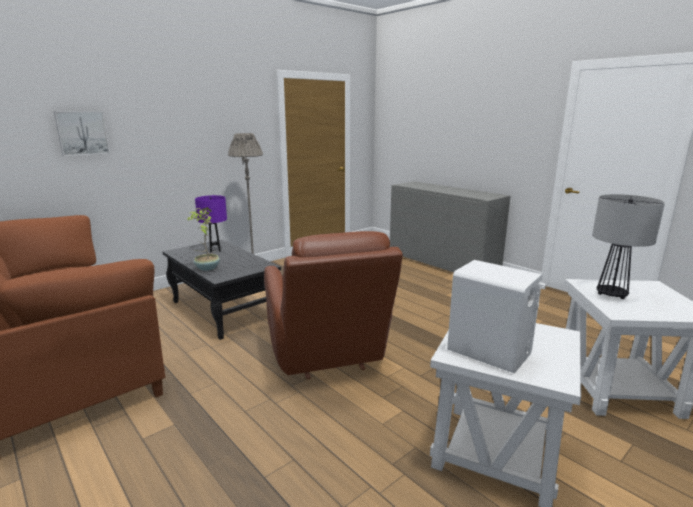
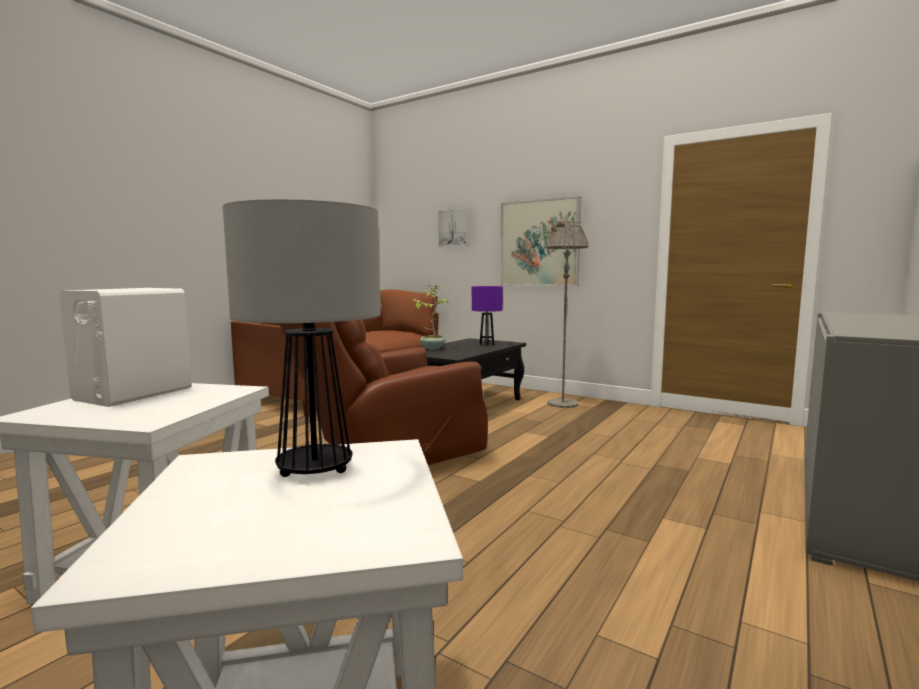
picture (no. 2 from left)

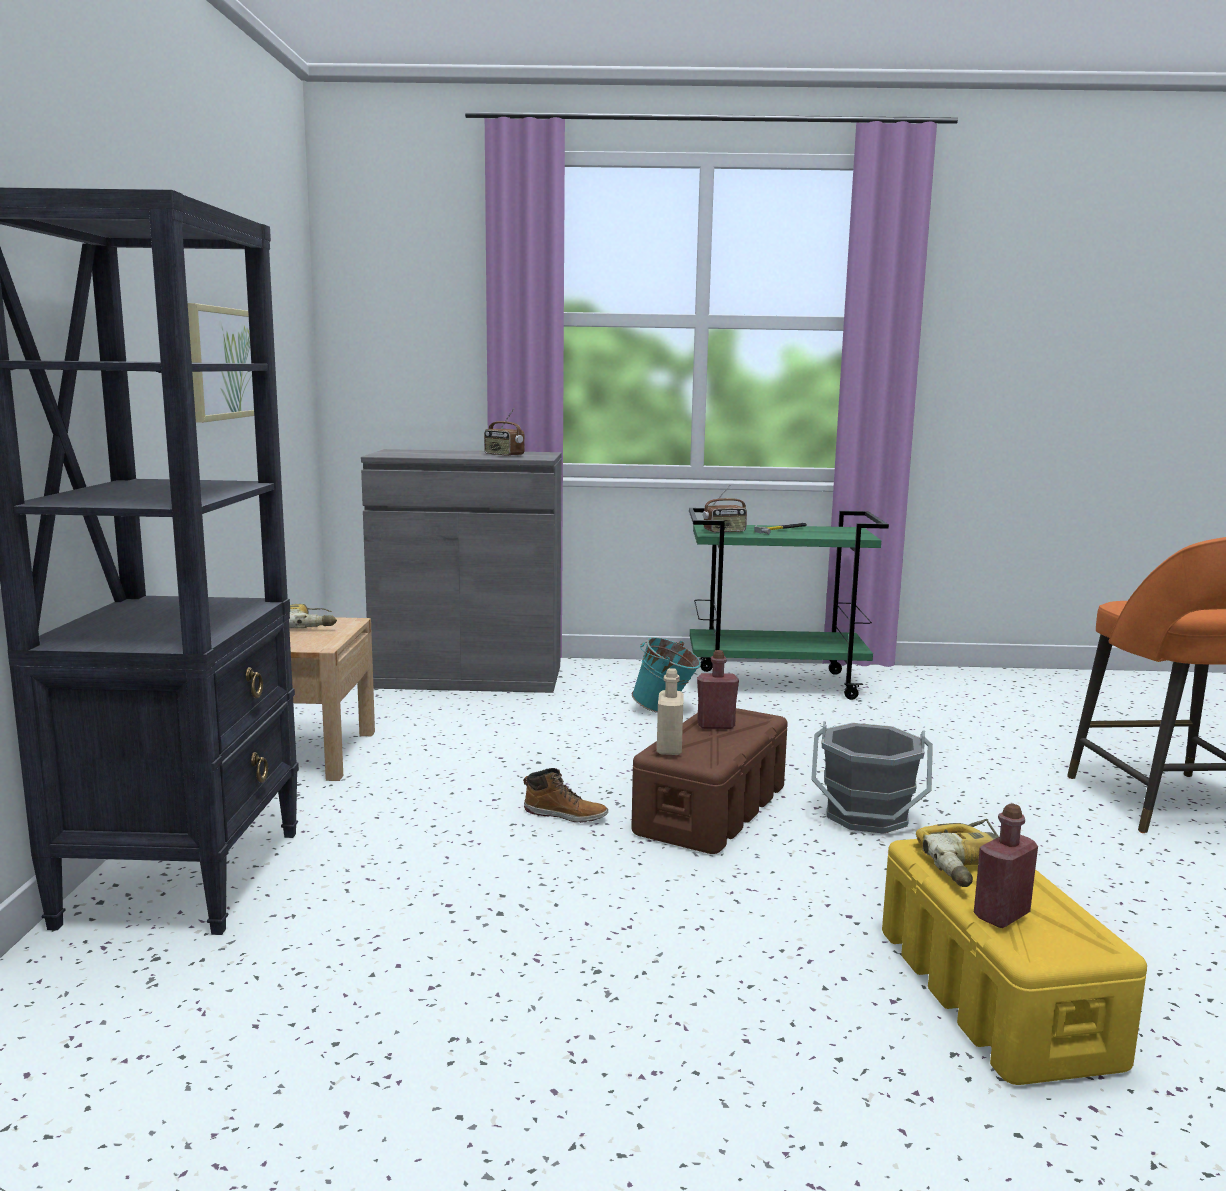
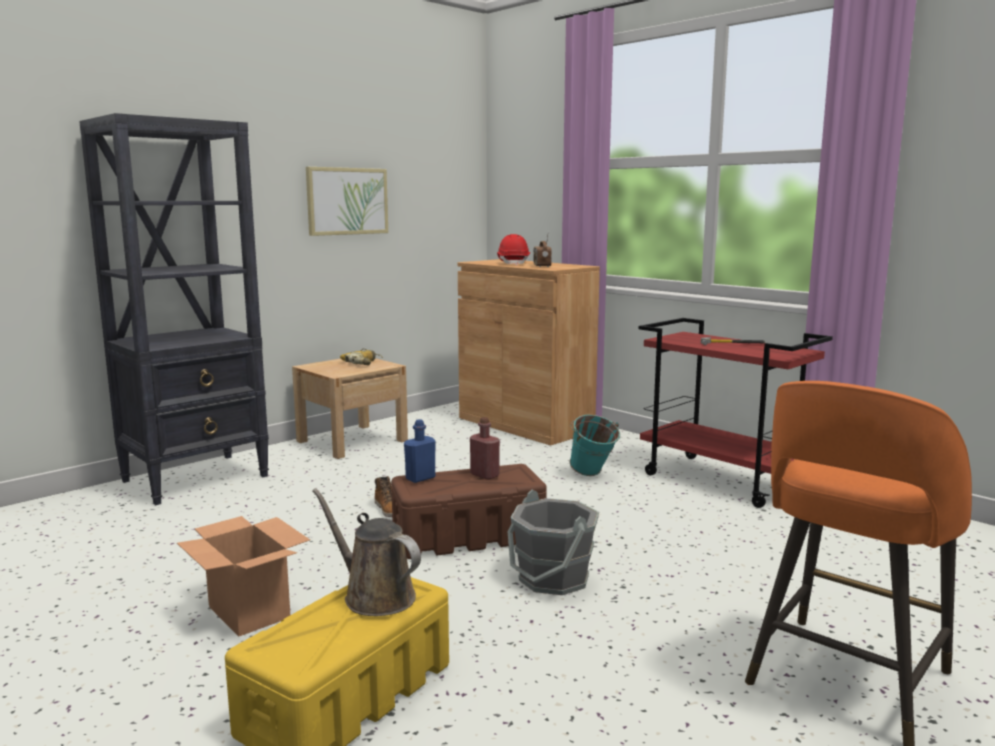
brown cabinet; radio (no. 2 from left in the first image); red cart; blue bottle; red bottle (no. 2 from left in the first image); brown watering can; red hard hat; cardboard box

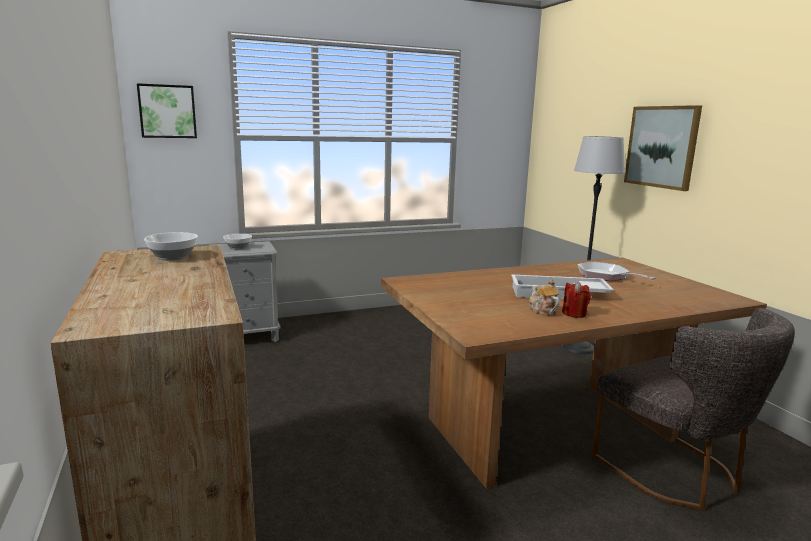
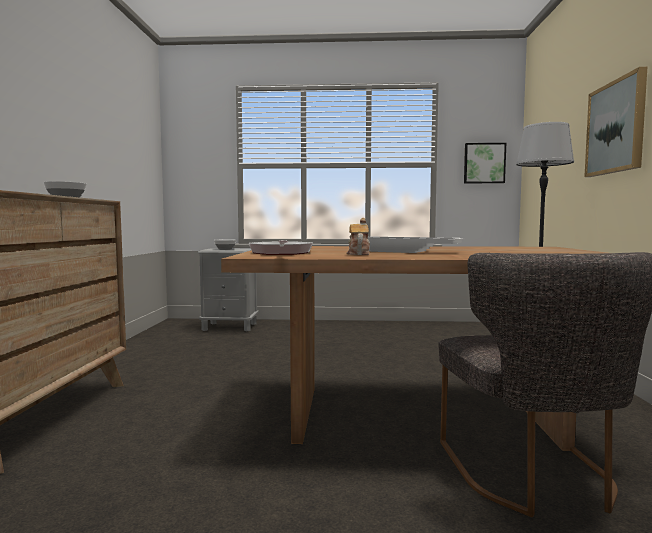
picture (no. 1 from left); frying pan; red candle

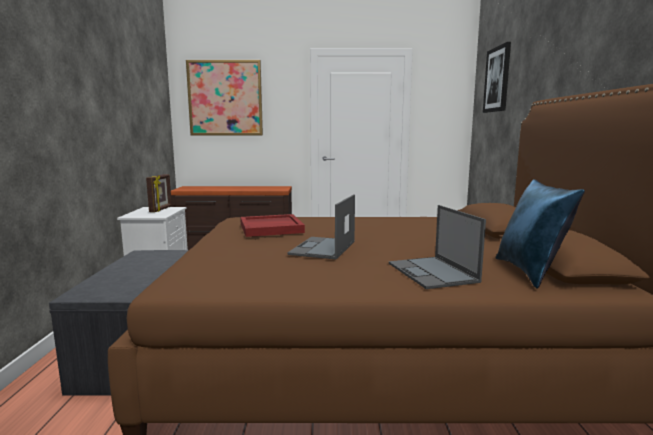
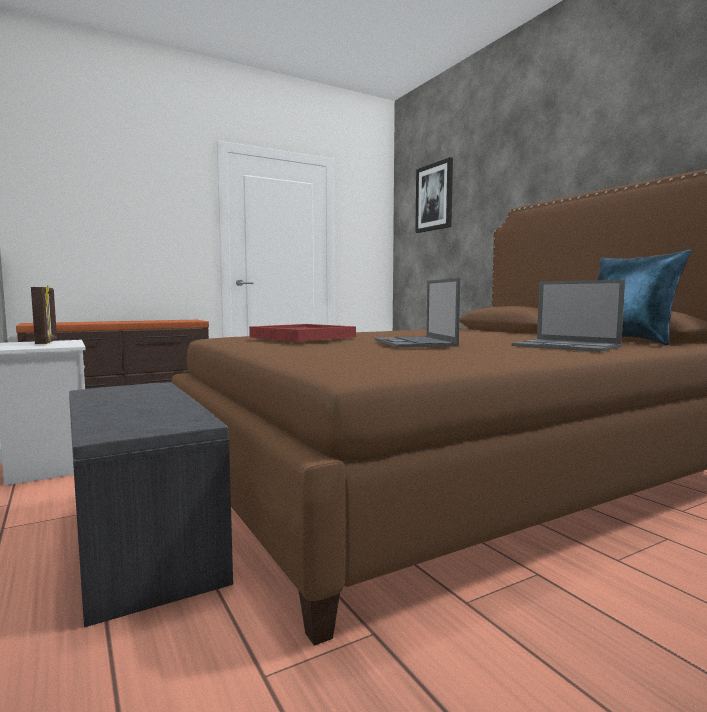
picture (no. 1 from left in the first image)

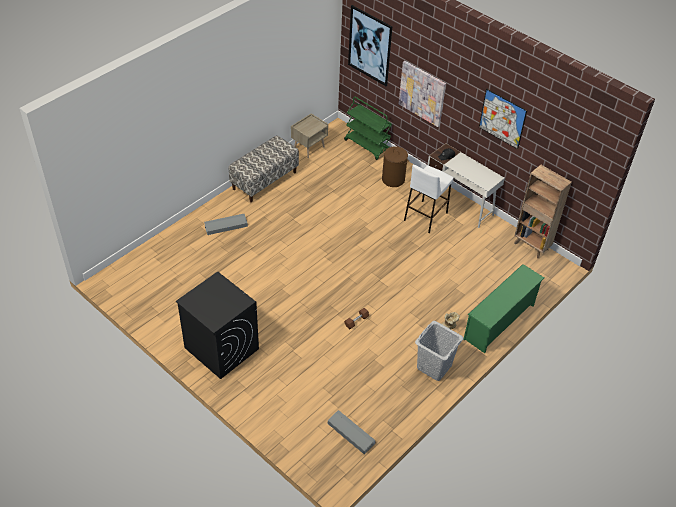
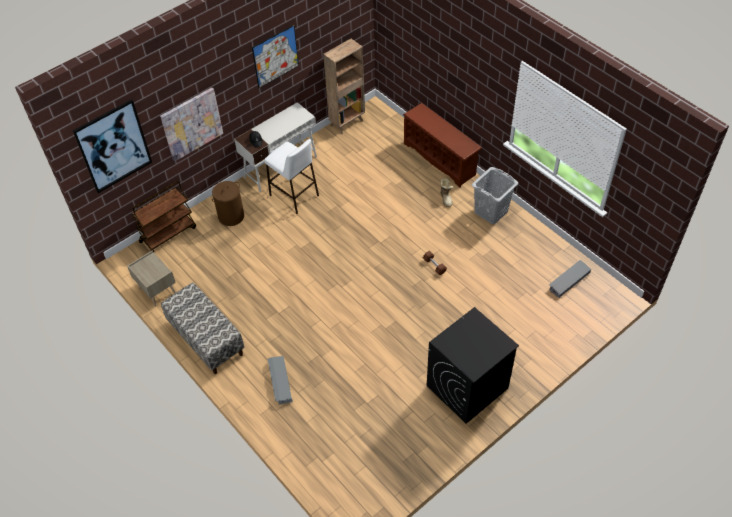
brown cart; brown shoe rack

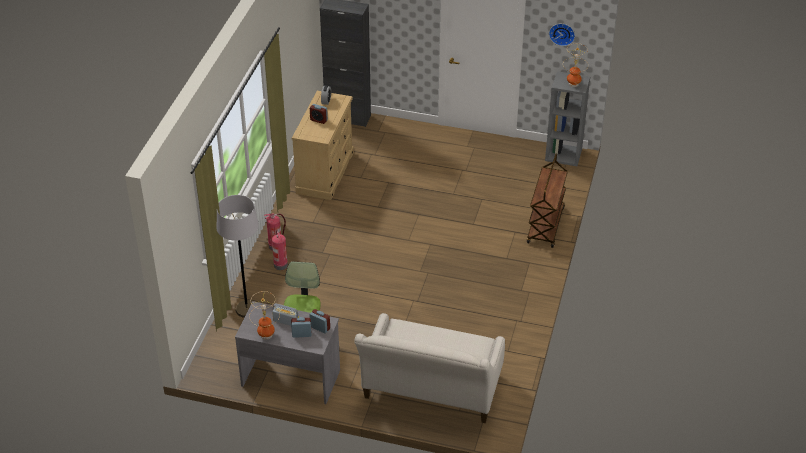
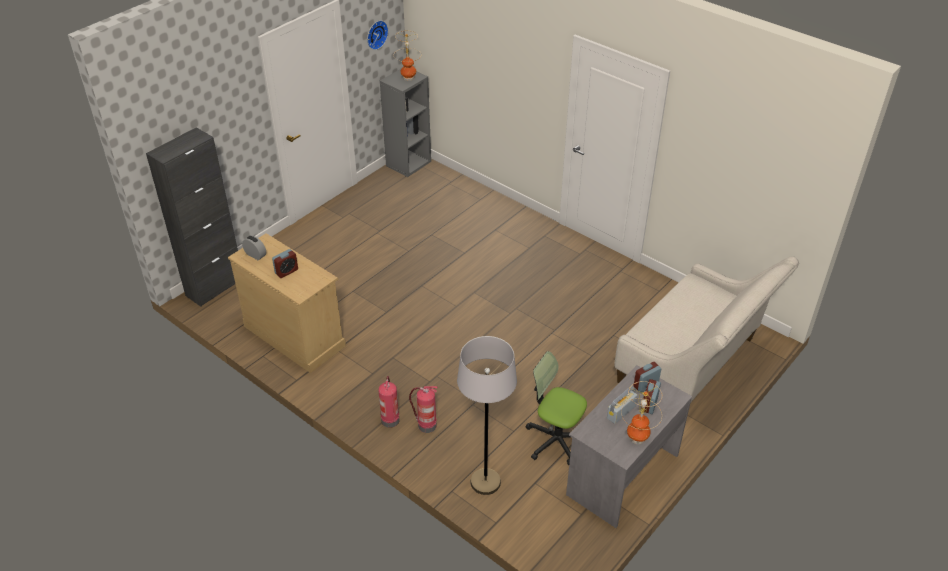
brown cart

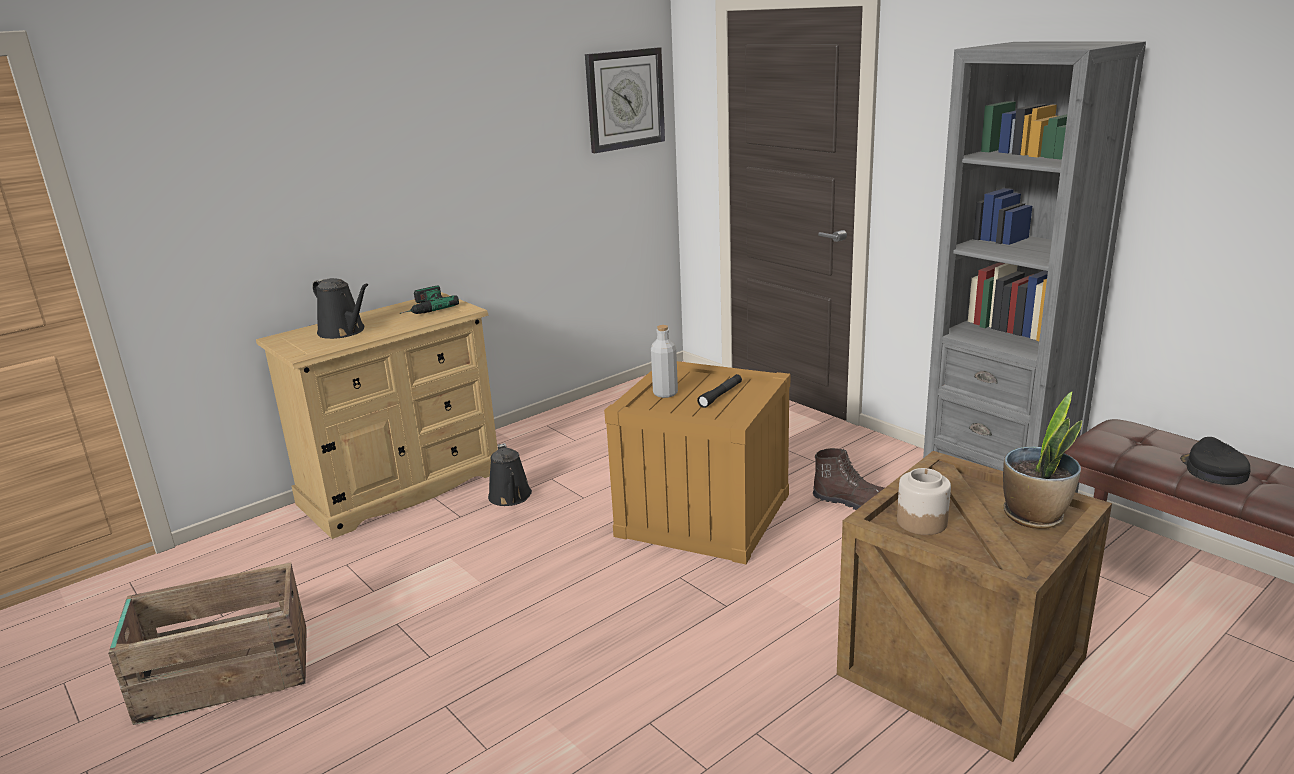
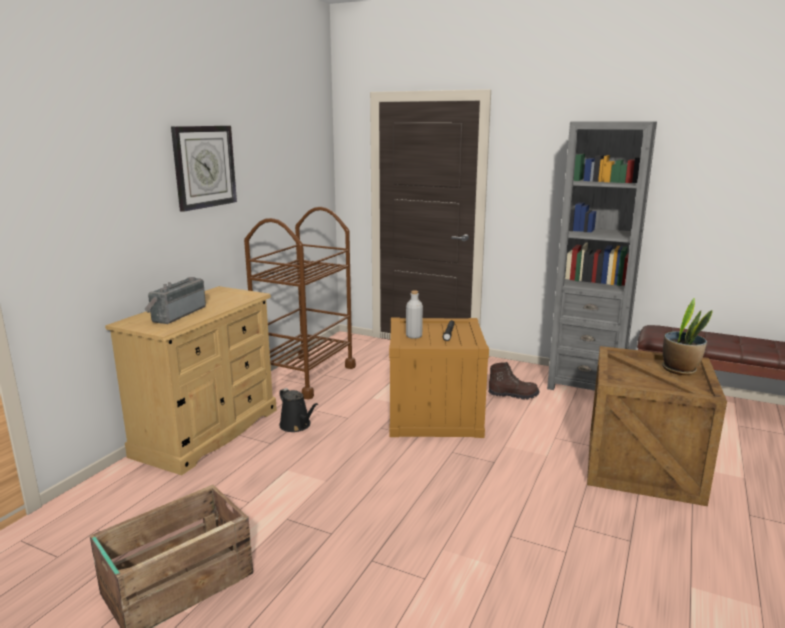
wall clock; radio; power drill; black cap; jar; brown cart

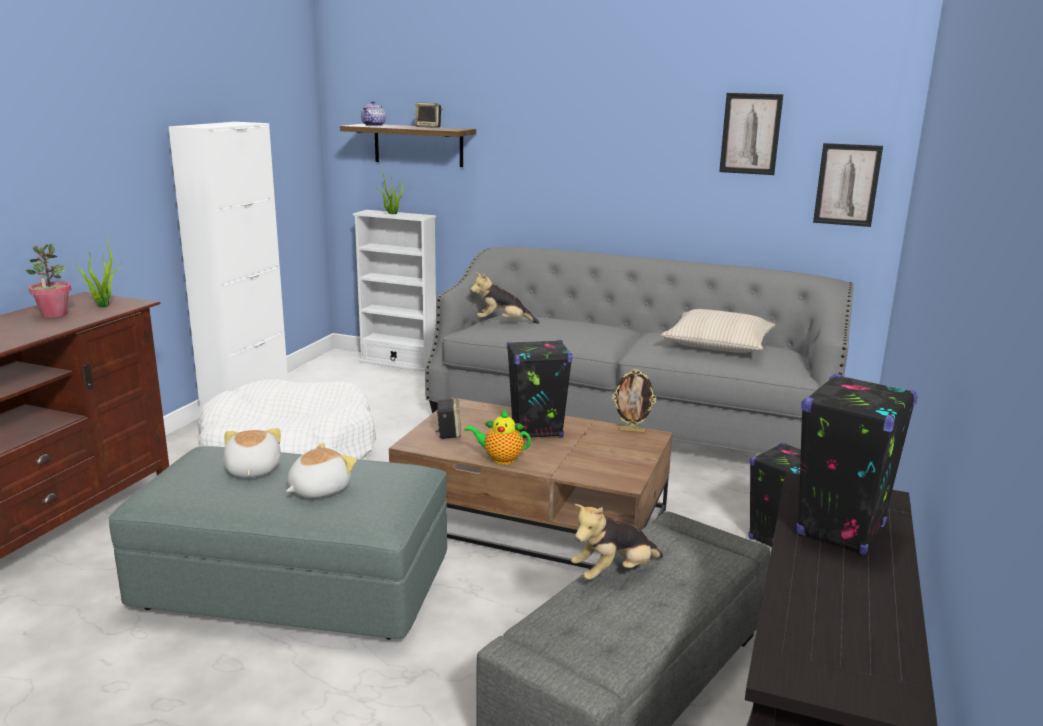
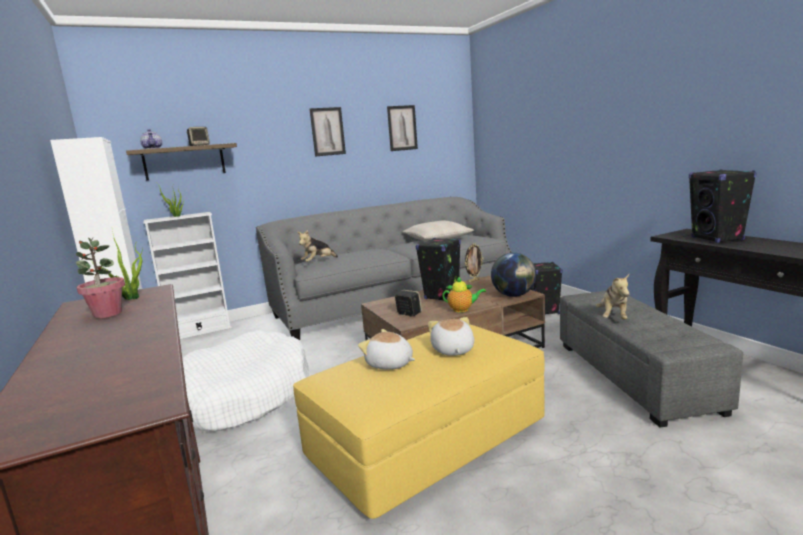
picture (no. 1 from left); teapot (no. 2 from left); yellow ottoman; globe

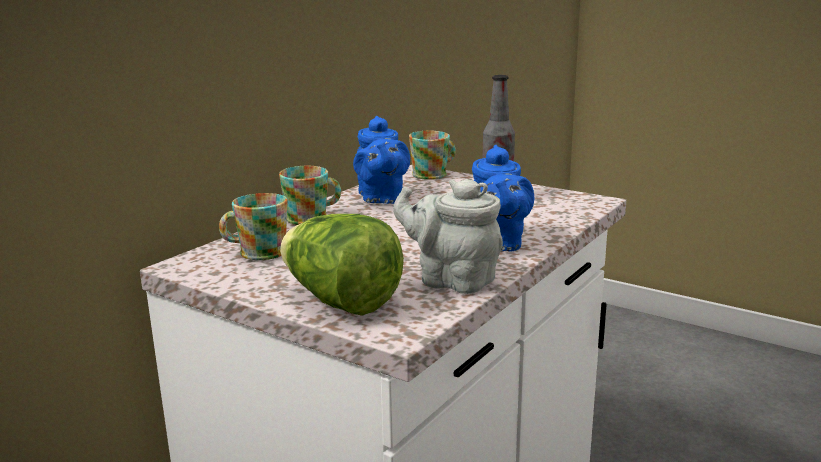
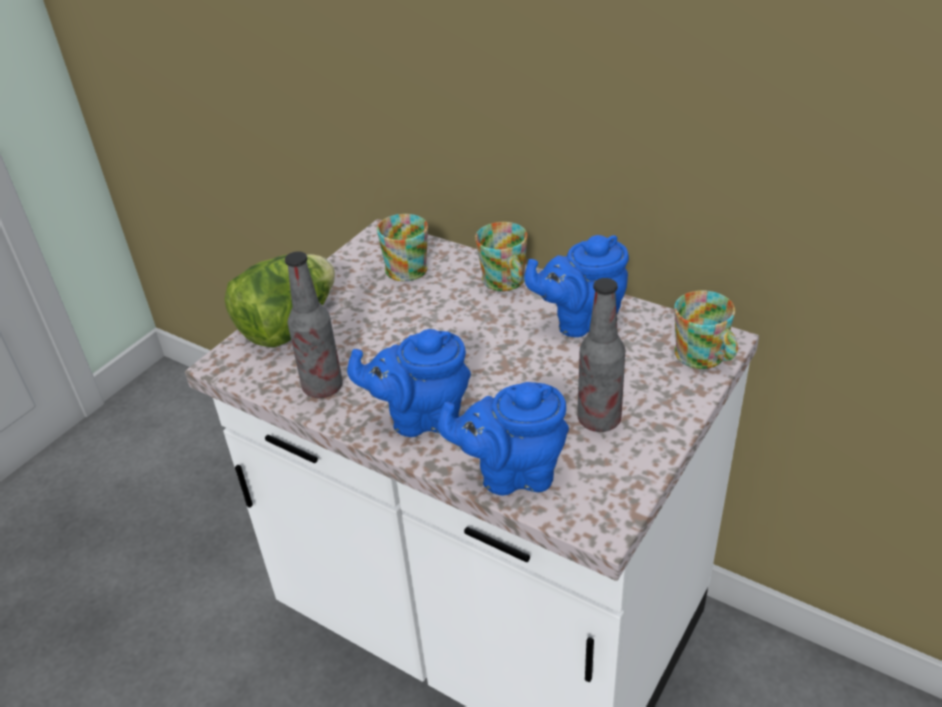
bottle (no. 1 from left); blue teapot (no. 2 from left)

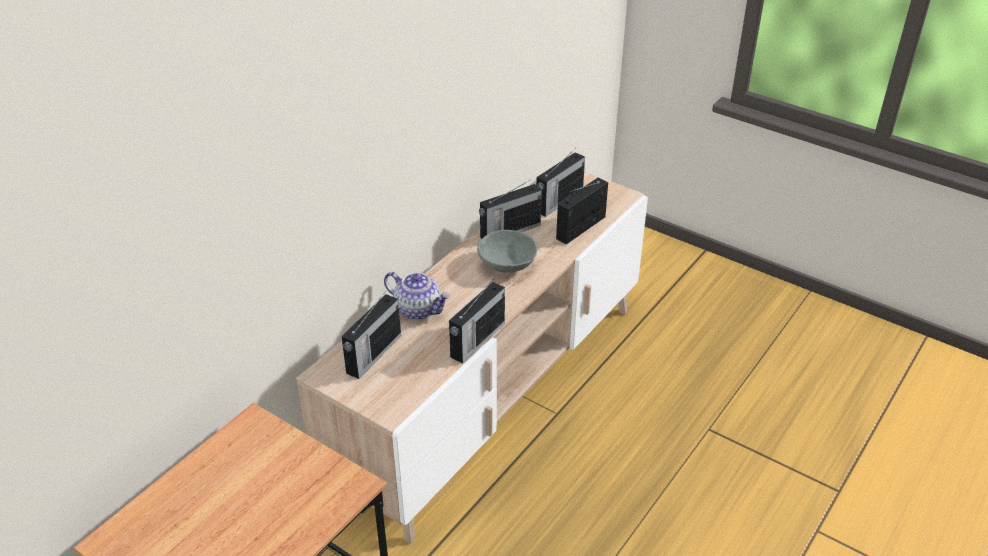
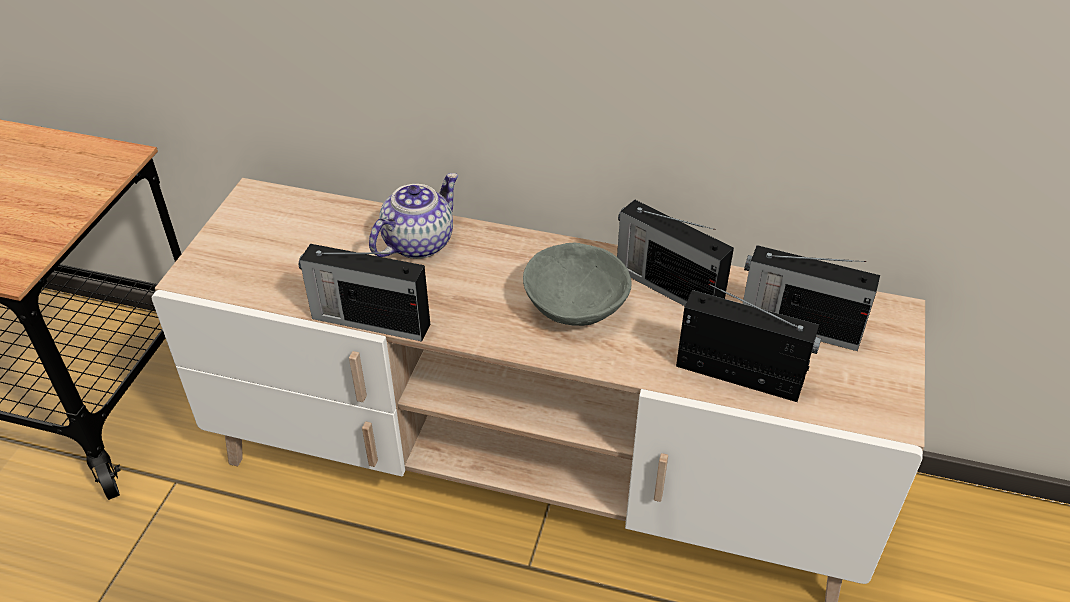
teapot; radio (no. 1 from left in the first image)

